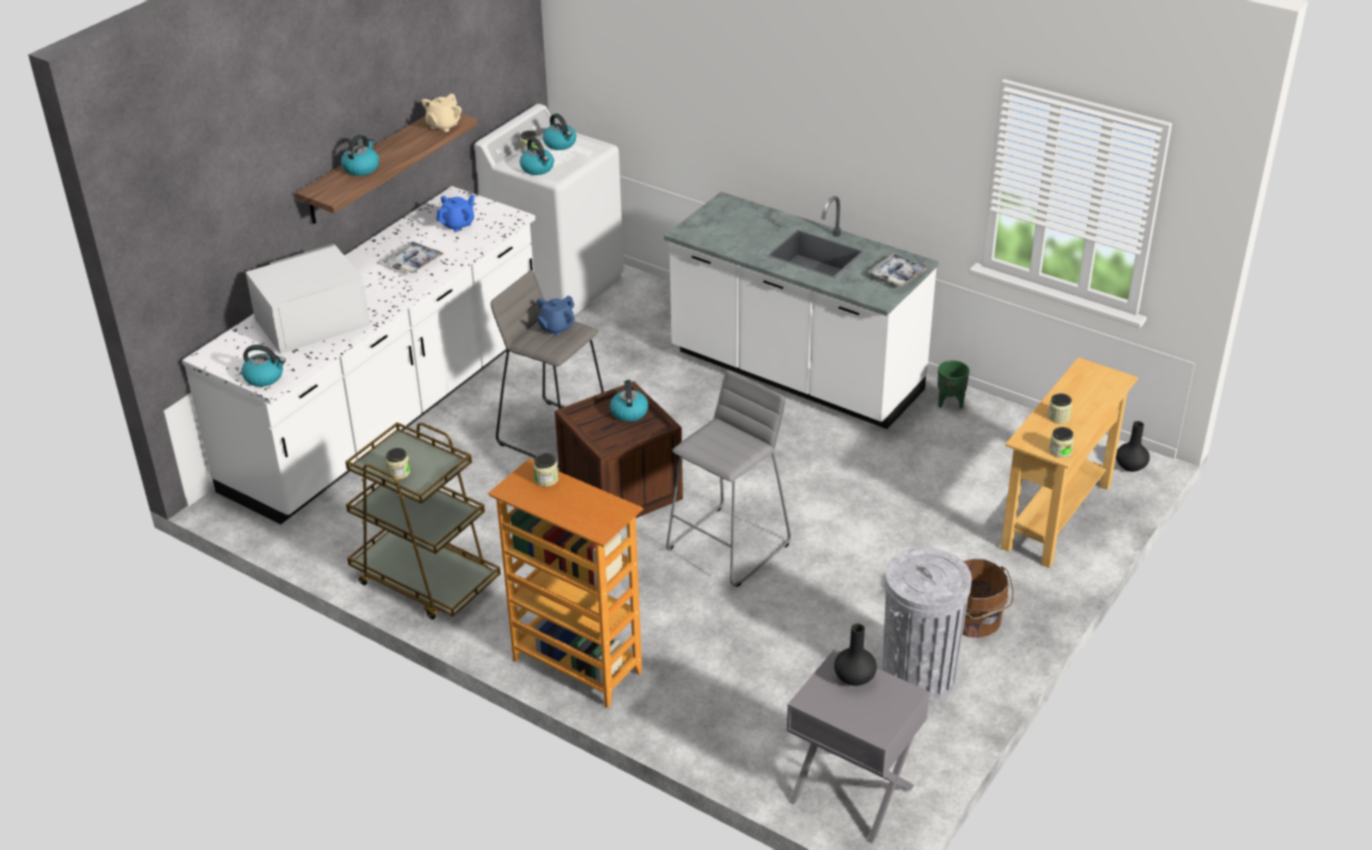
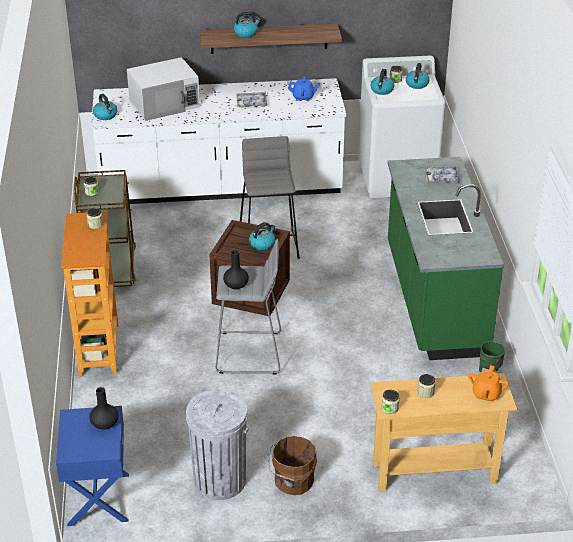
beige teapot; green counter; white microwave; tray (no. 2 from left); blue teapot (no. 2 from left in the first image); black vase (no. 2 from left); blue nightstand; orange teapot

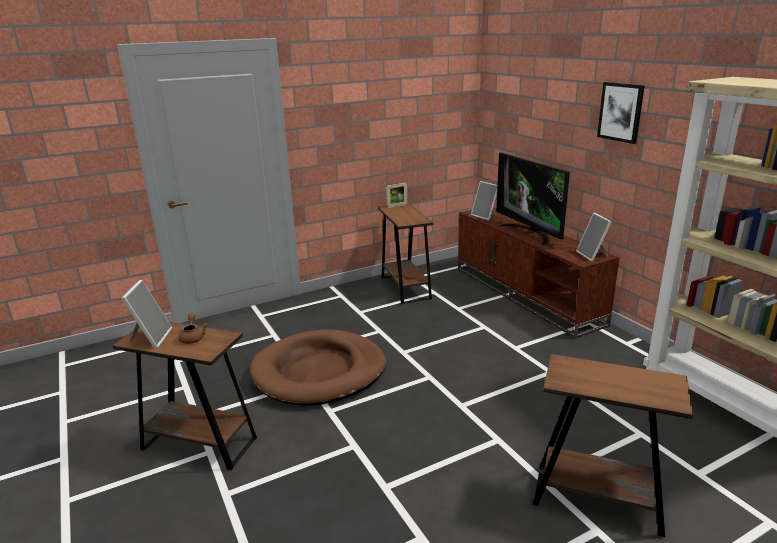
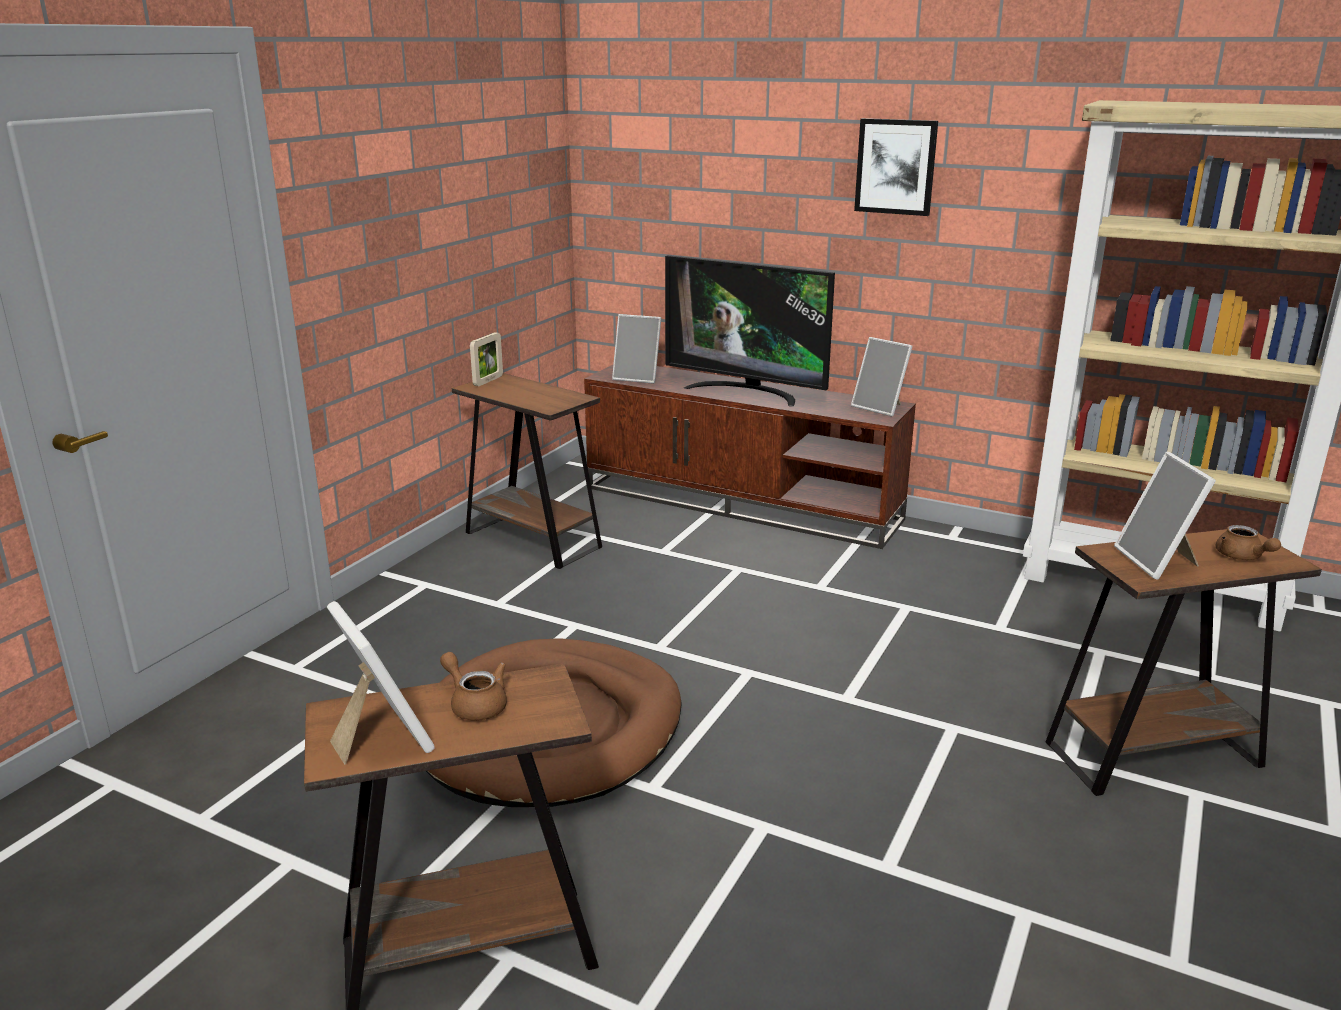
picture frame (no. 5 from left); brown teapot (no. 2 from left)

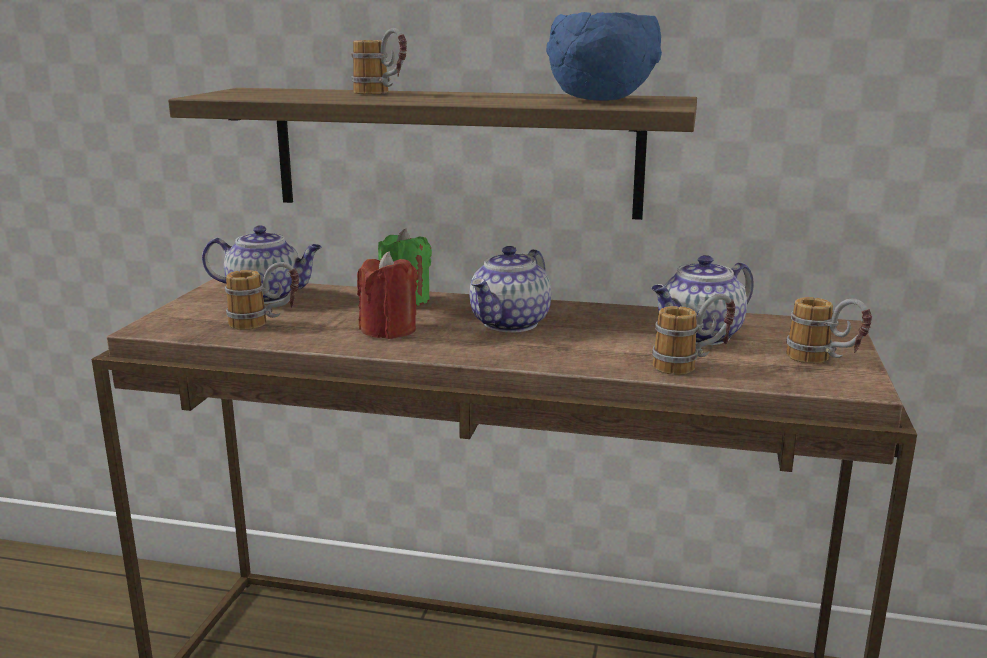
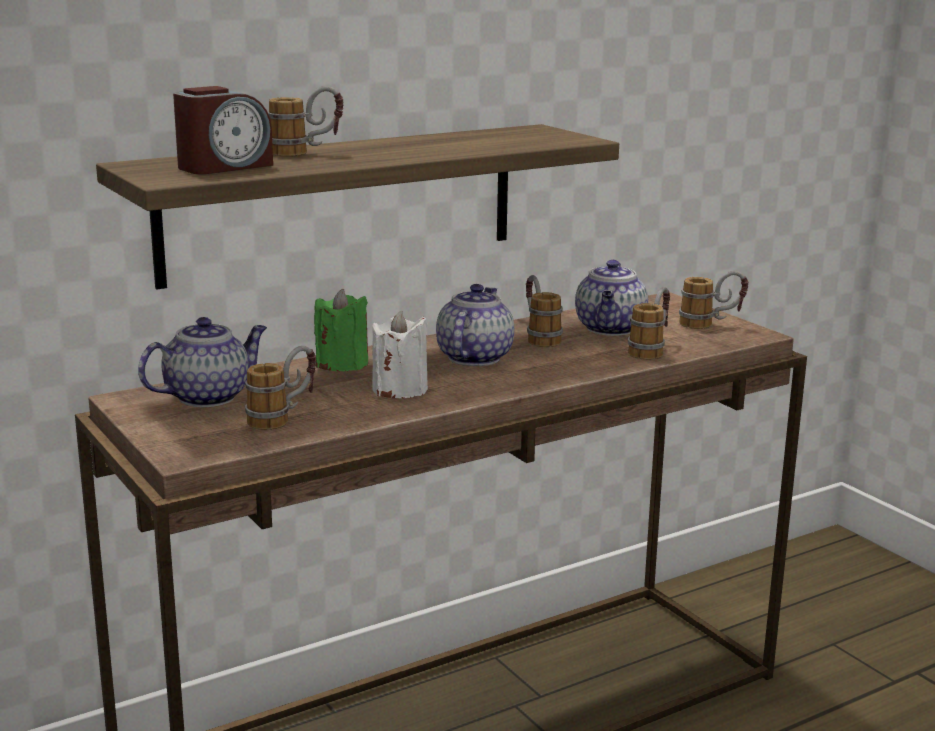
blue bowl; teapot (no. 2 from left); white candle; alarm clock; mug (no. 3 from left)

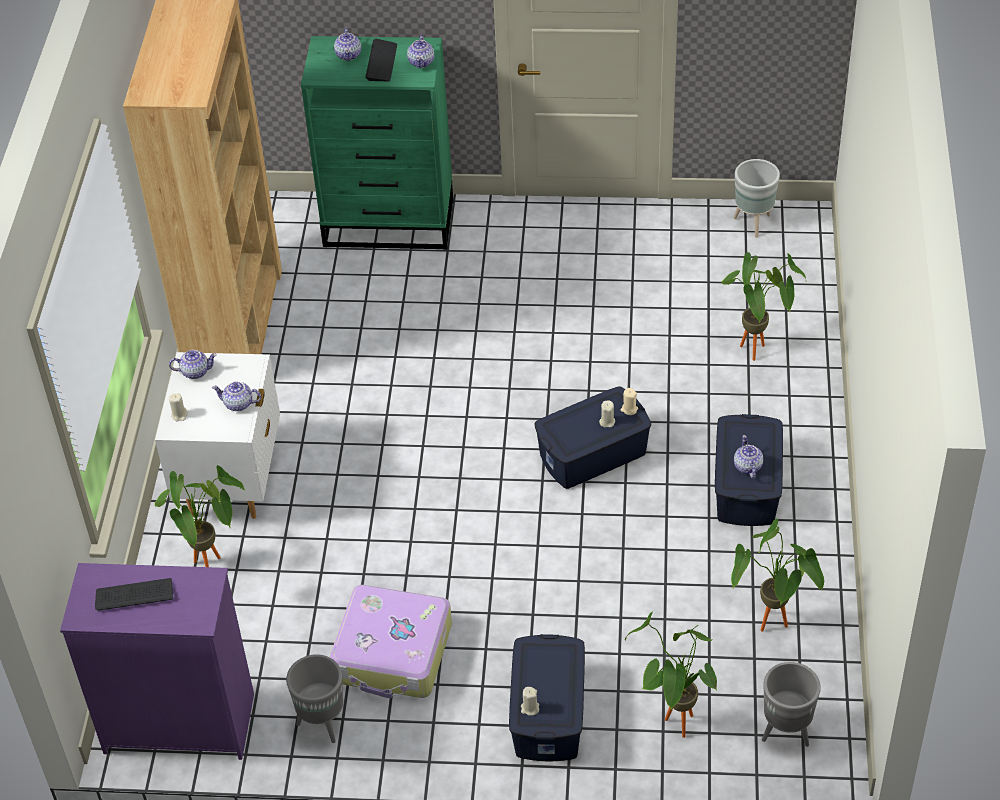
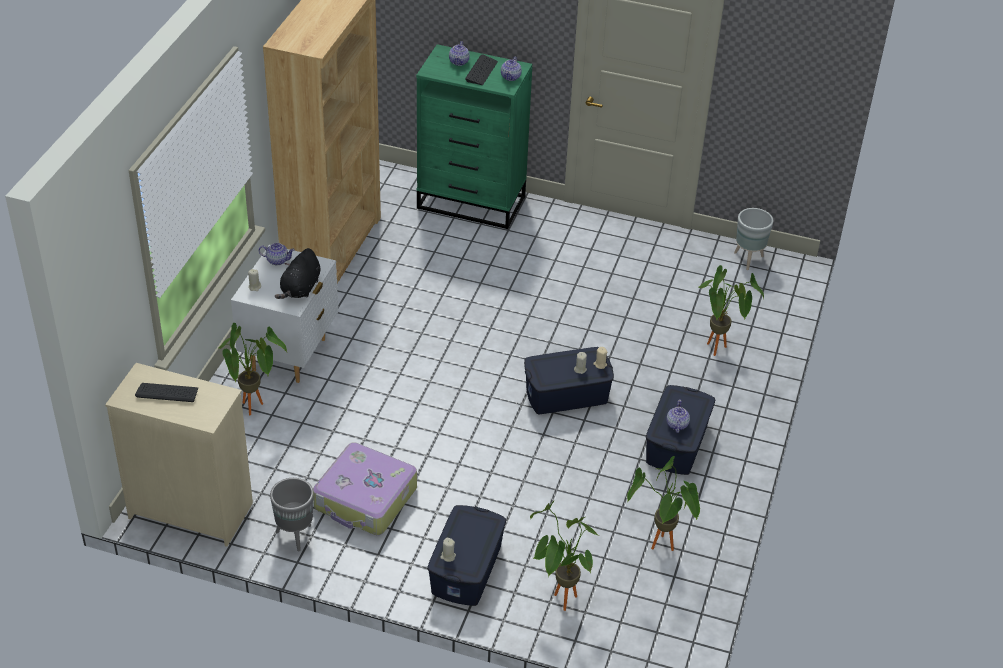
black plush toy; beige dresser; grey planter (no. 3 from left in the first image)

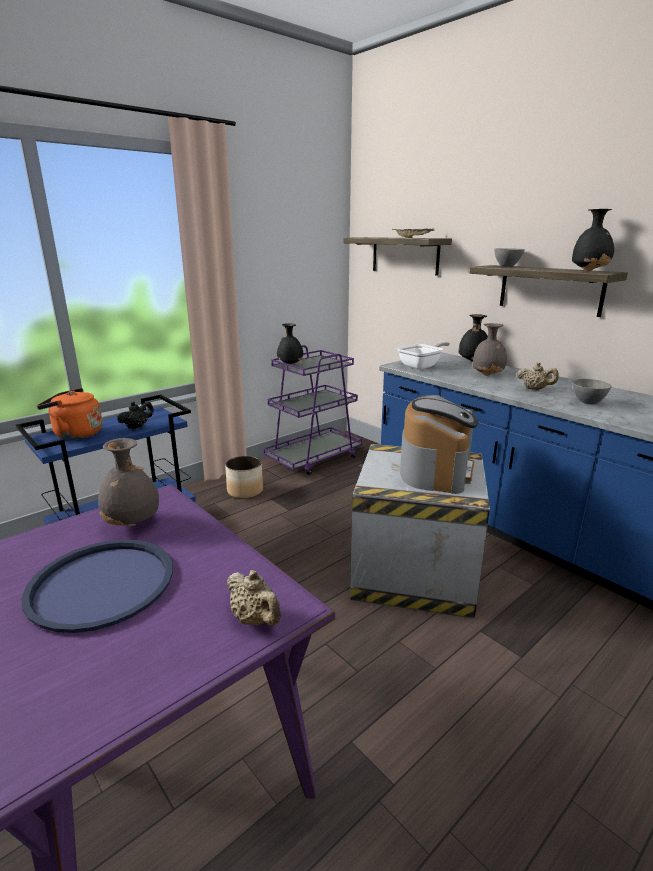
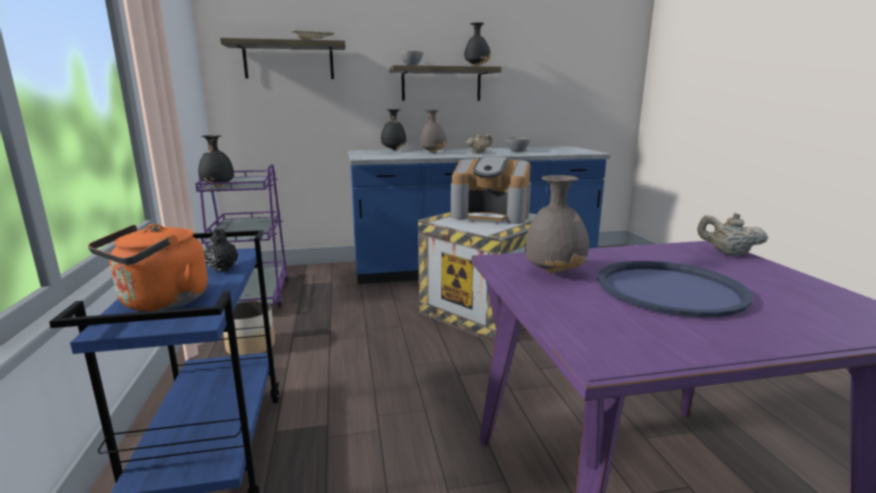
frying pan; coffee machine; beige teapot (no. 2 from left)

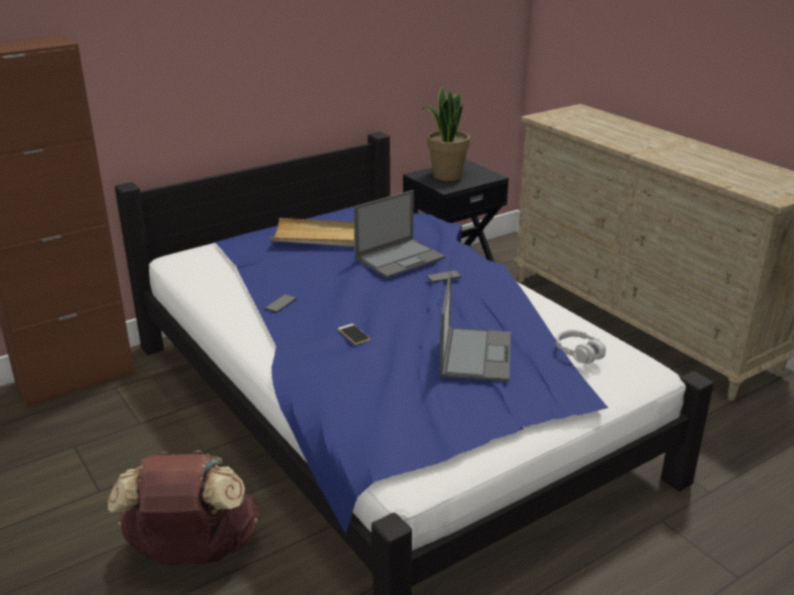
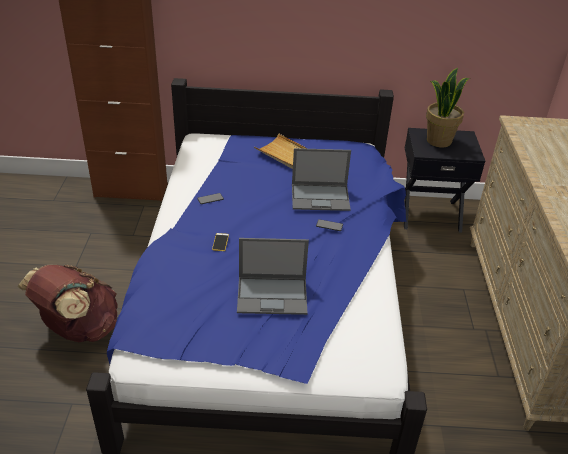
laptop (no. 1 from left); grey headphones

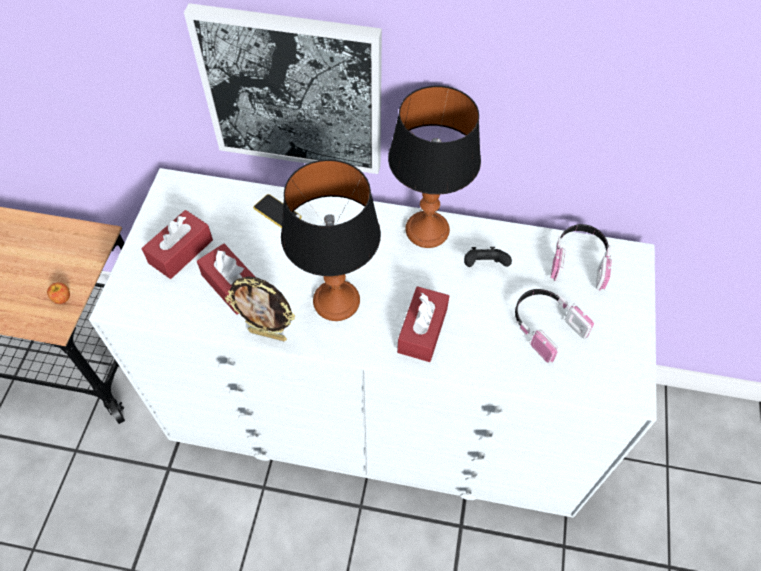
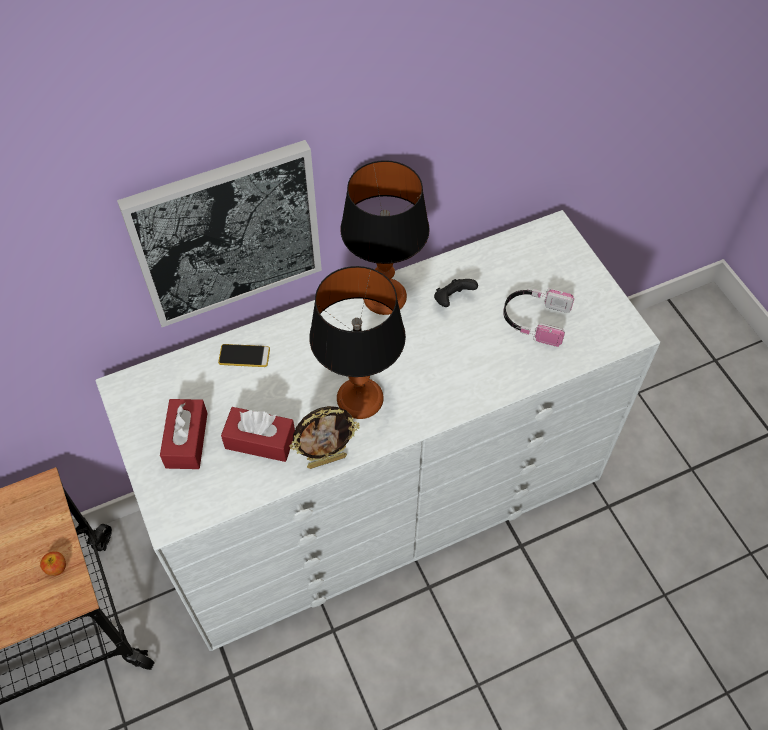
headphones (no. 2 from left in the first image); red tissue box (no. 3 from left in the first image)

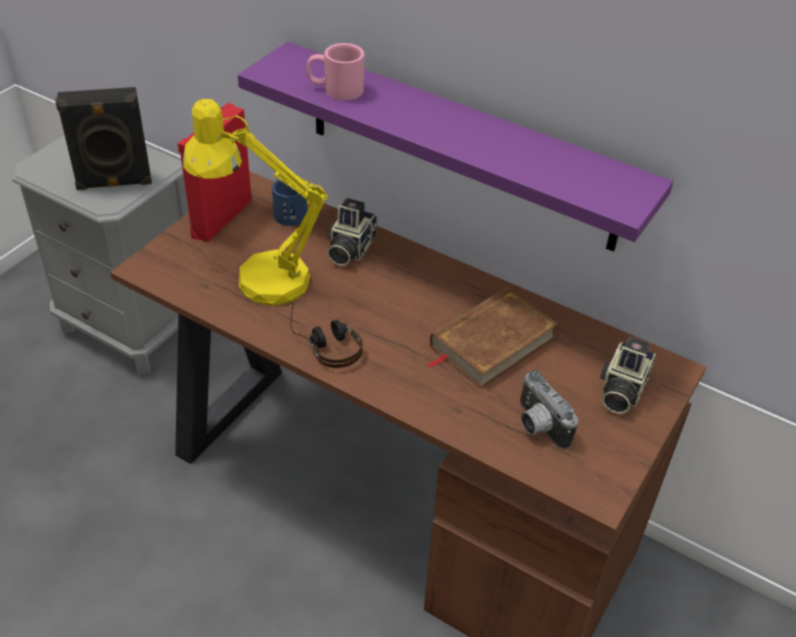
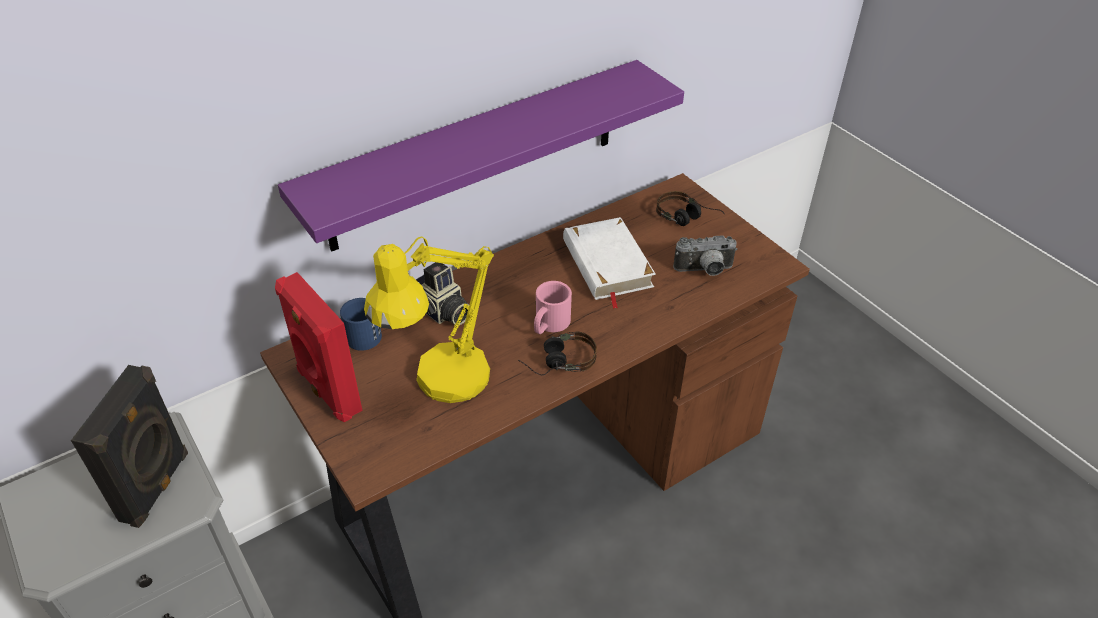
pink mug; white book; headphones (no. 2 from left)

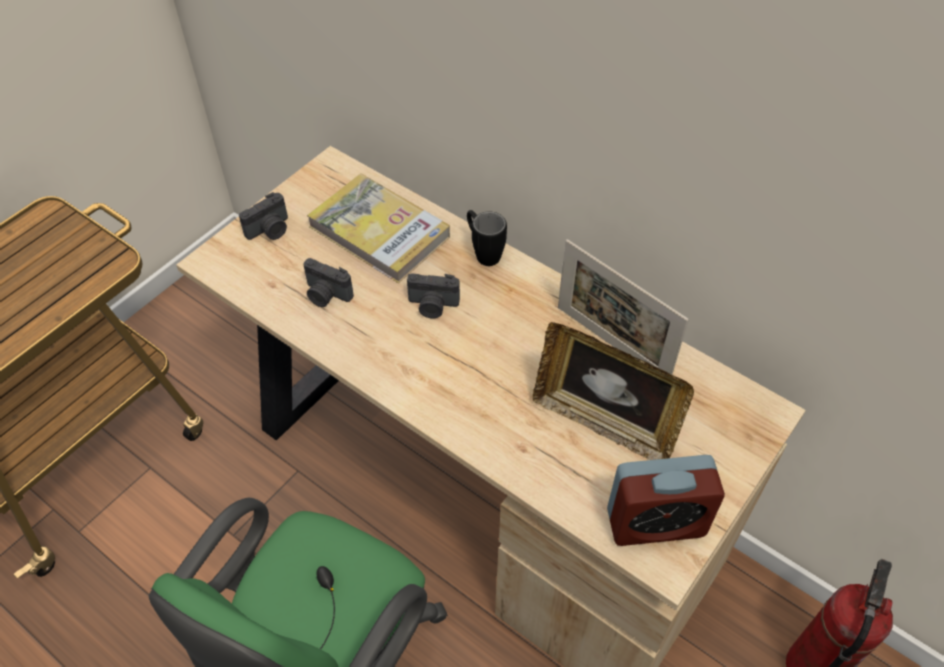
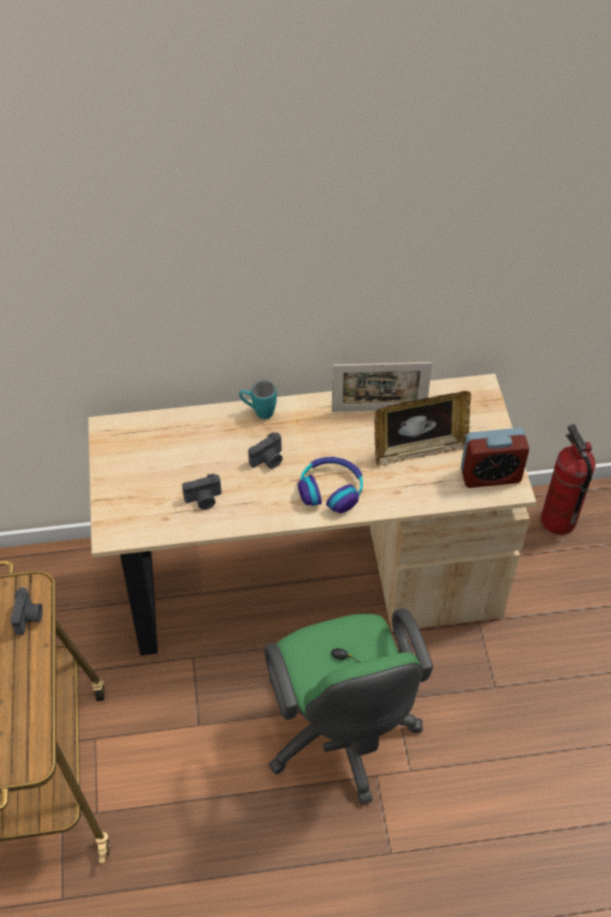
book; photo camera (no. 1 from left); turquoise mug; alarm clock; headphones

